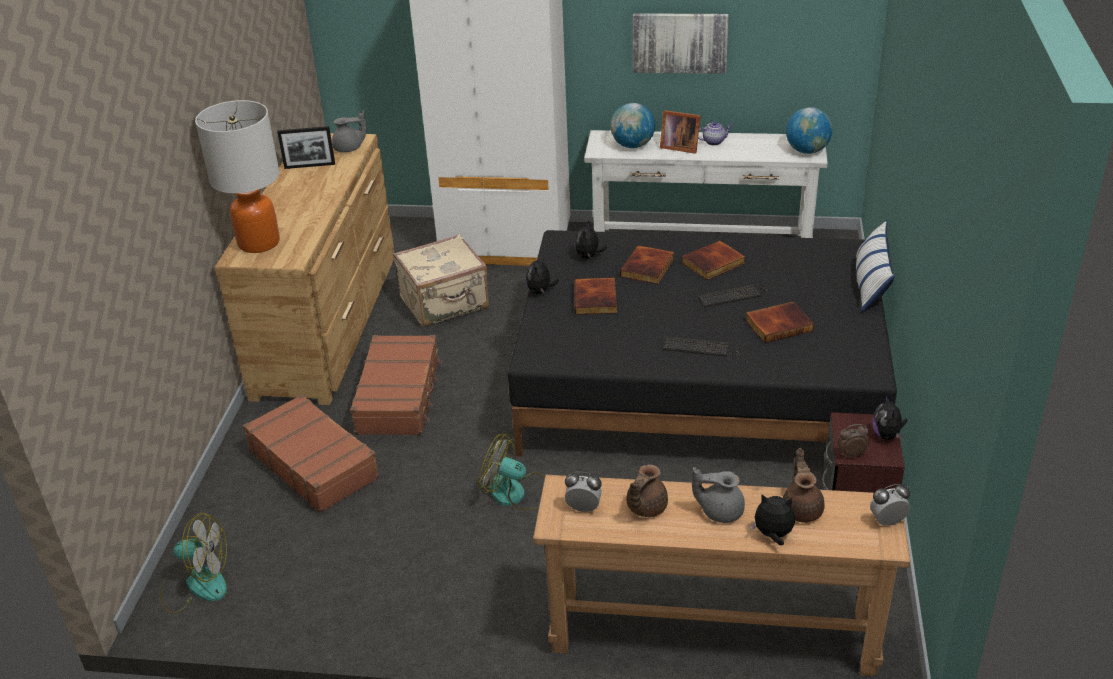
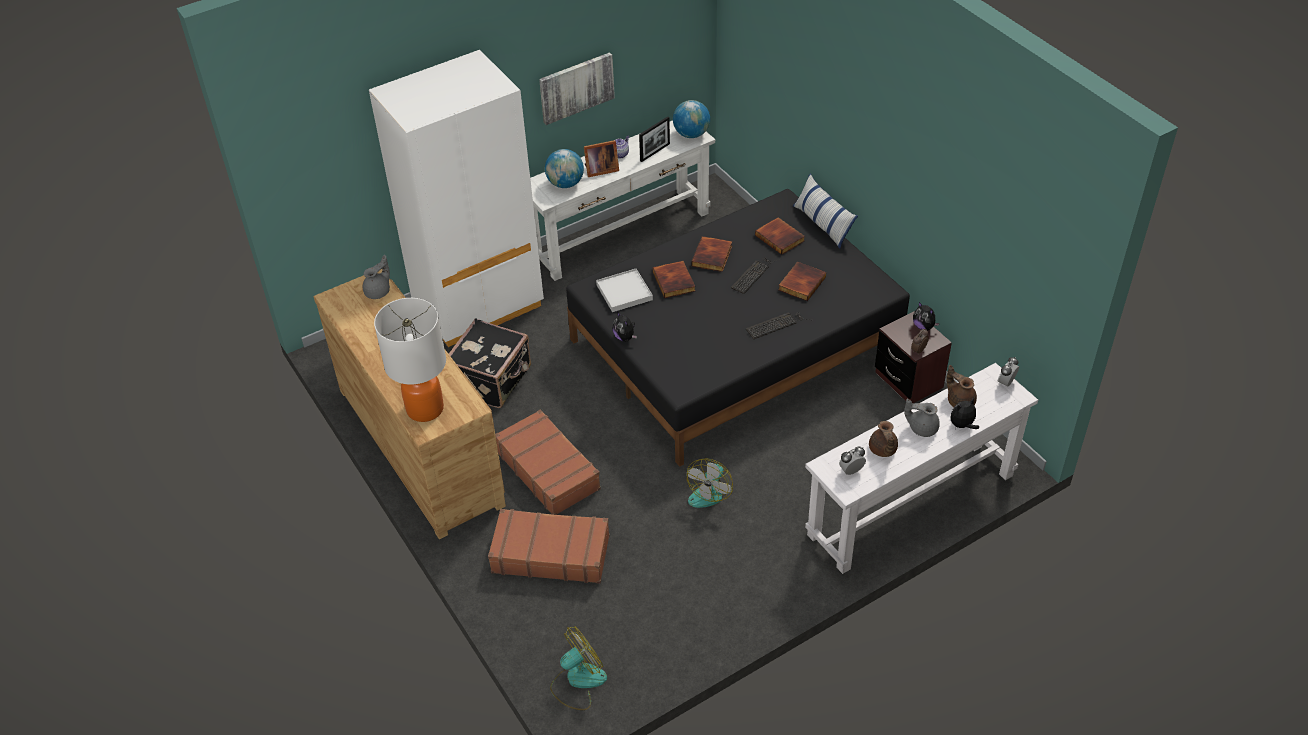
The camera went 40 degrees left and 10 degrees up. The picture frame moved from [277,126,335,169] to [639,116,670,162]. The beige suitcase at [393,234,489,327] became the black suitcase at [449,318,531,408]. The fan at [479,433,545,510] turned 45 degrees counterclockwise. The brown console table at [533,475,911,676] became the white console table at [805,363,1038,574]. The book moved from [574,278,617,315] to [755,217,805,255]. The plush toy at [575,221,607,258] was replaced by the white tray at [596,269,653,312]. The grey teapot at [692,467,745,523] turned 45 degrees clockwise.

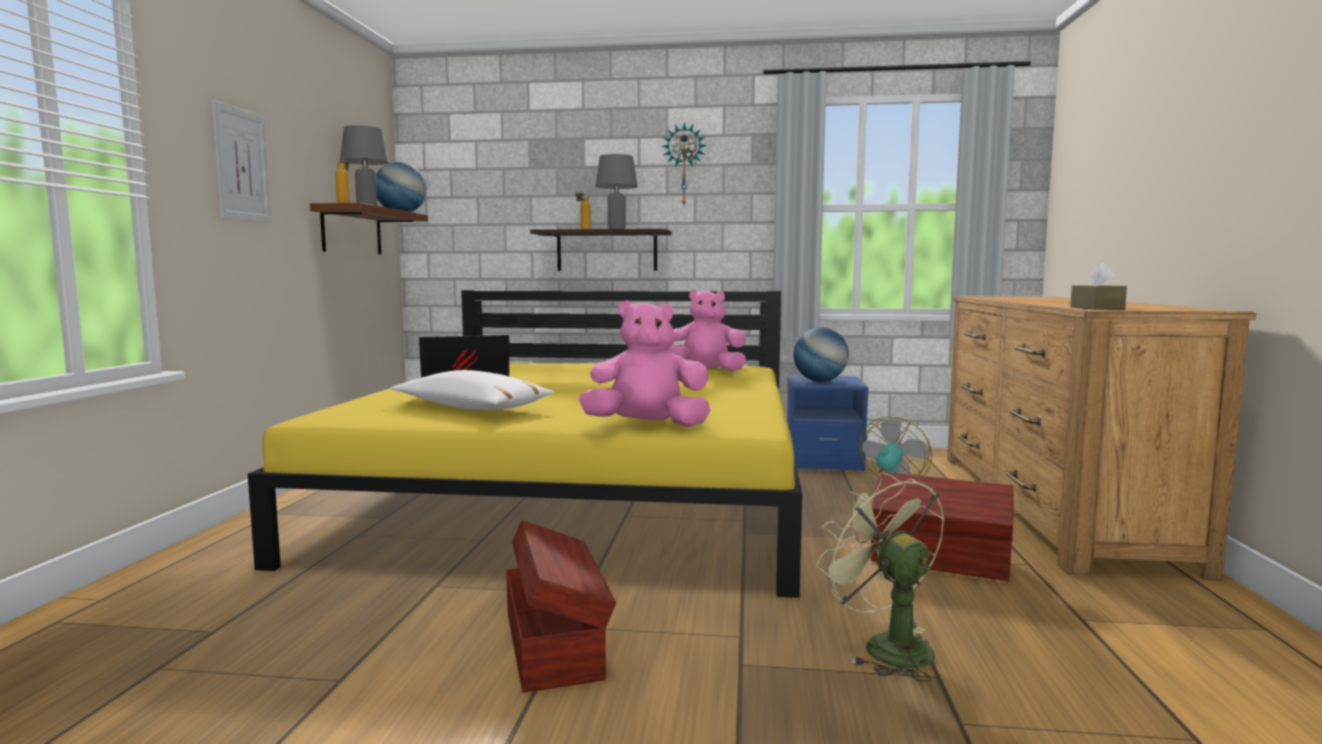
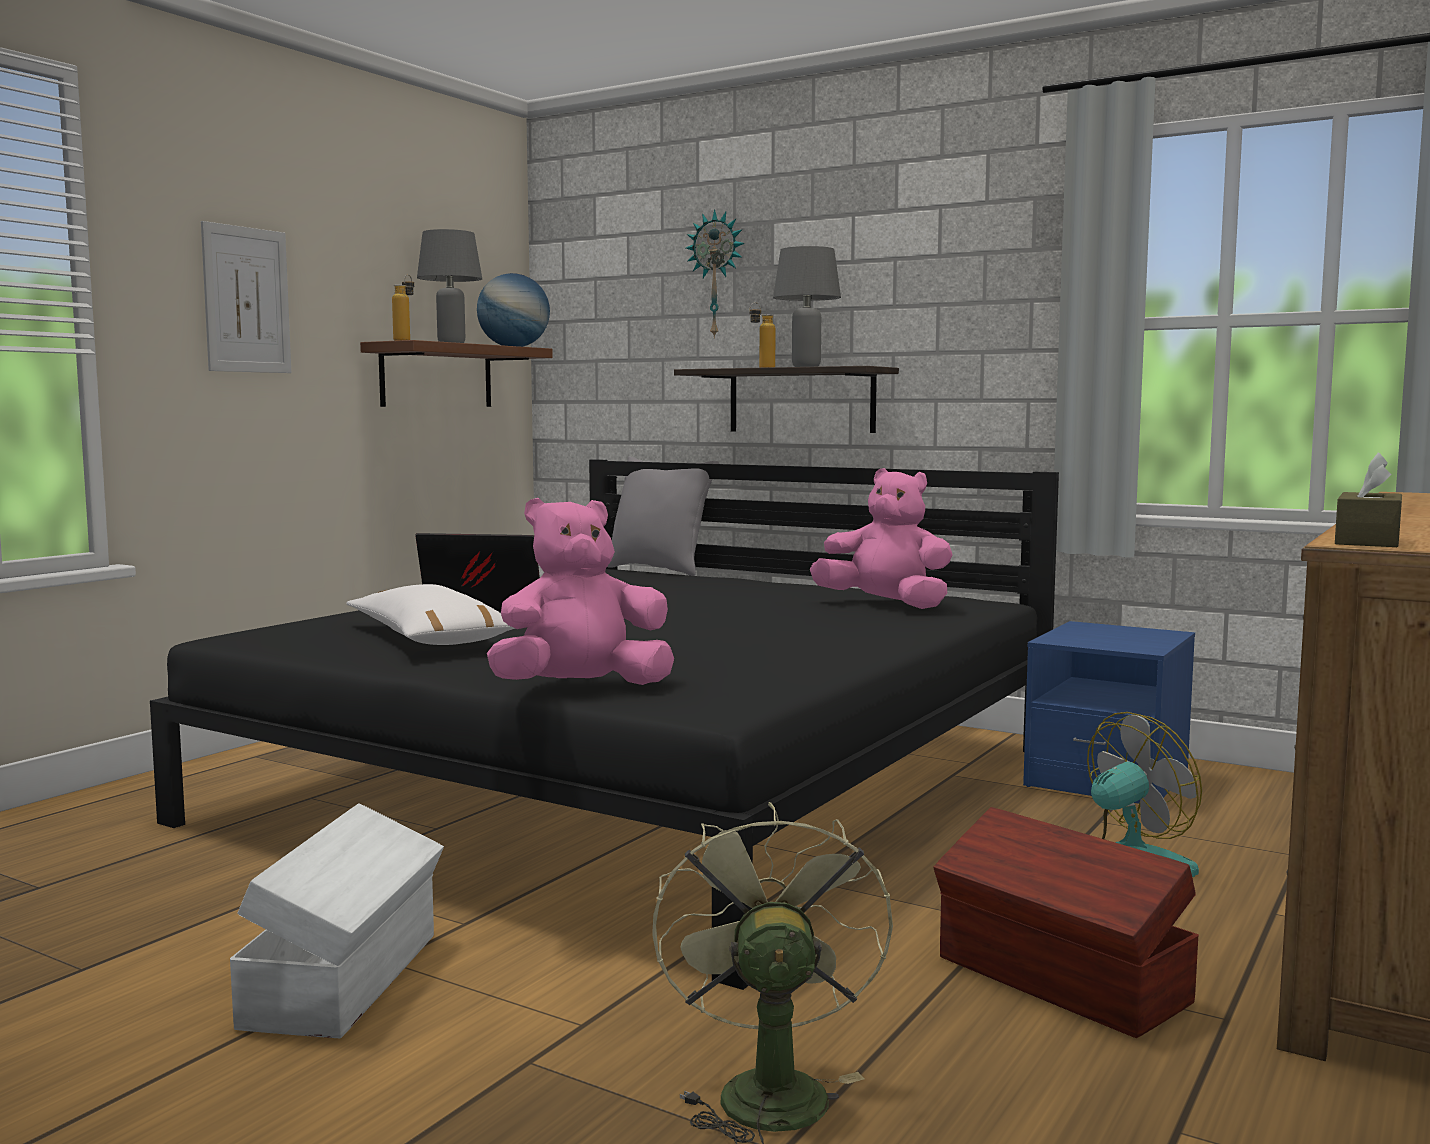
The camera went 25 degrees right and 0 degrees up. The yellow bed at [248,290,802,598] became the black bed at [150,459,1059,990]. The brown storage box at [506,520,616,693] became the white storage box at [230,803,444,1038]. The pink plush toy at [578,300,711,427] turned 45 degrees counterclockwise. The wall clock moved from [661,122,707,205] to [686,209,745,339]. The globe at [793,328,849,382] disappeared. The grey pillow at [607,457,720,576] appeared.

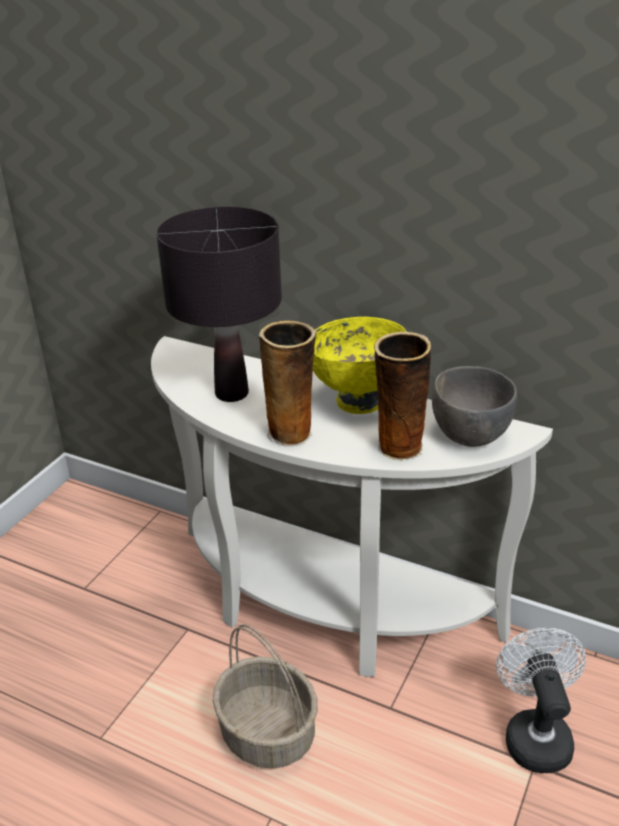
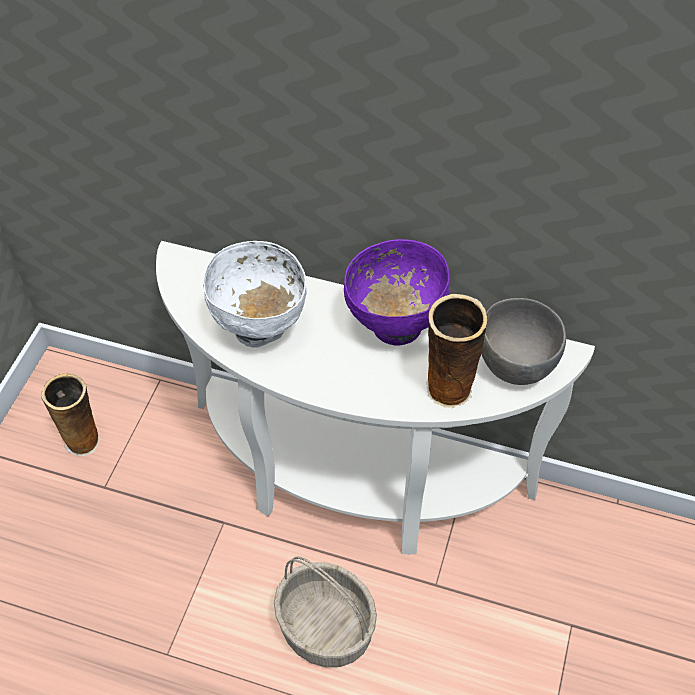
The camera went 10 degrees left and 20 degrees up. The black table lamp at [156,207,282,402] was replaced by the white bowl at [203,241,307,348]. The vase moved from [259,321,317,447] to [41,374,100,456]. The yellow bowl at [313,317,407,414] became the purple bowl at [344,239,449,346]. The white fan at [496,628,586,773] disappeared.

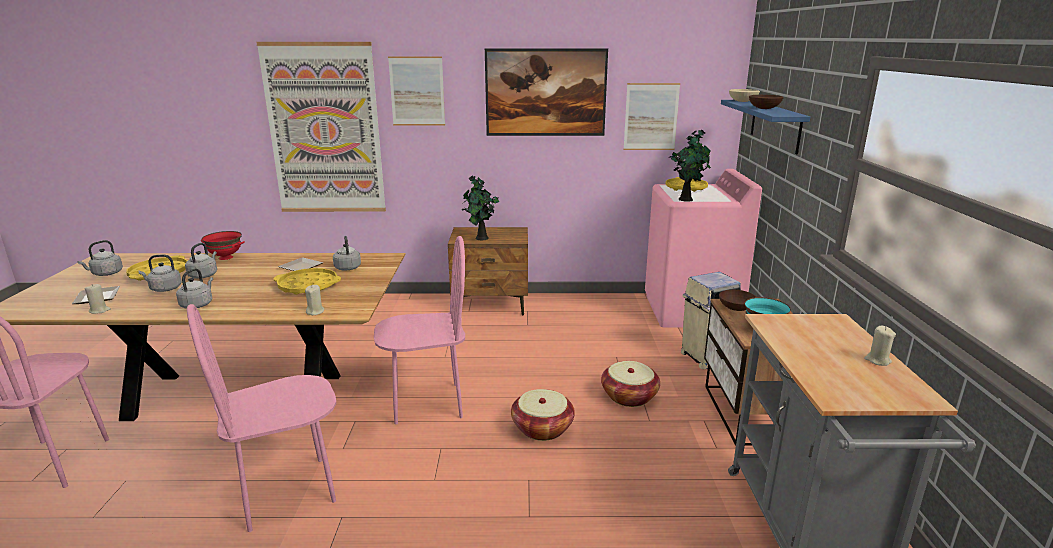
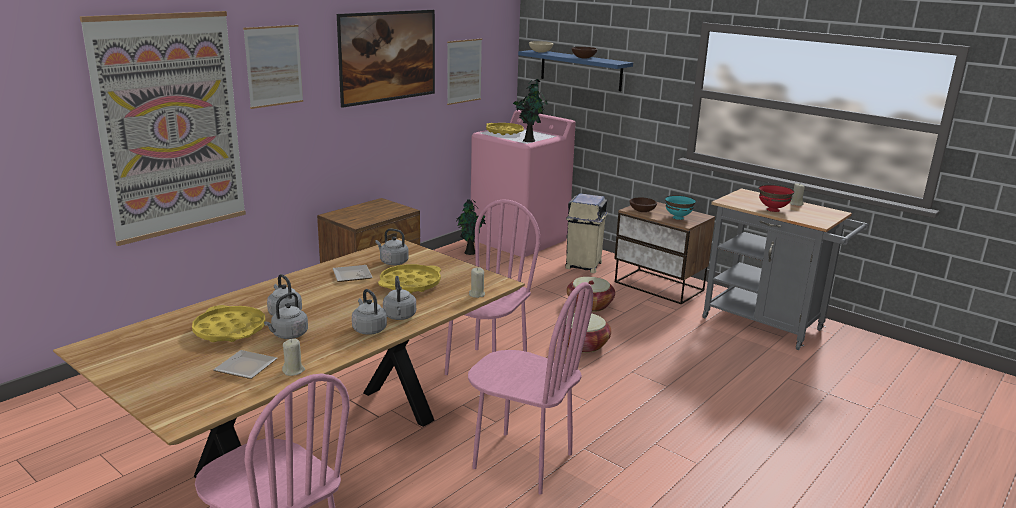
The camera went 50 degrees left and 0 degrees up. The grey kettle moved from [78,240,123,276] to [383,276,416,320]. The pink chair at [187,304,336,532] turned 75 degrees counterclockwise. The red bowl moved from [201,231,245,260] to [759,185,795,212]. The potted plant moved from [461,175,499,240] to [456,199,486,255].

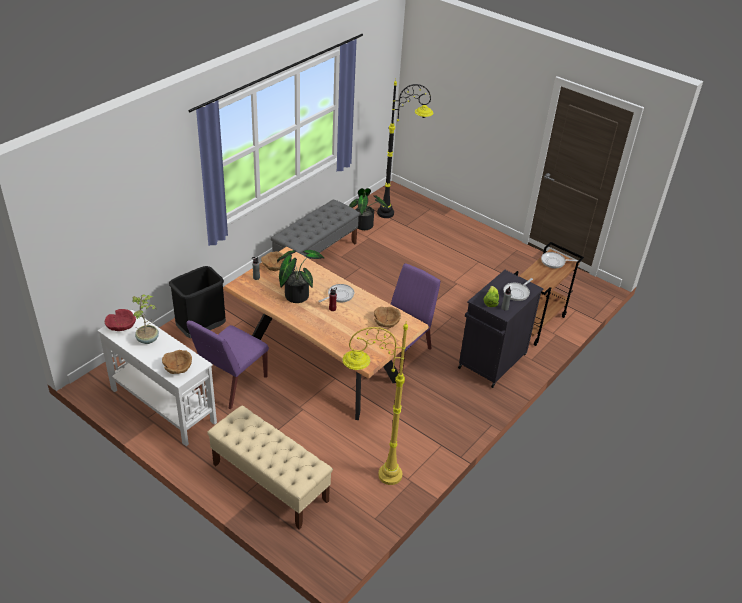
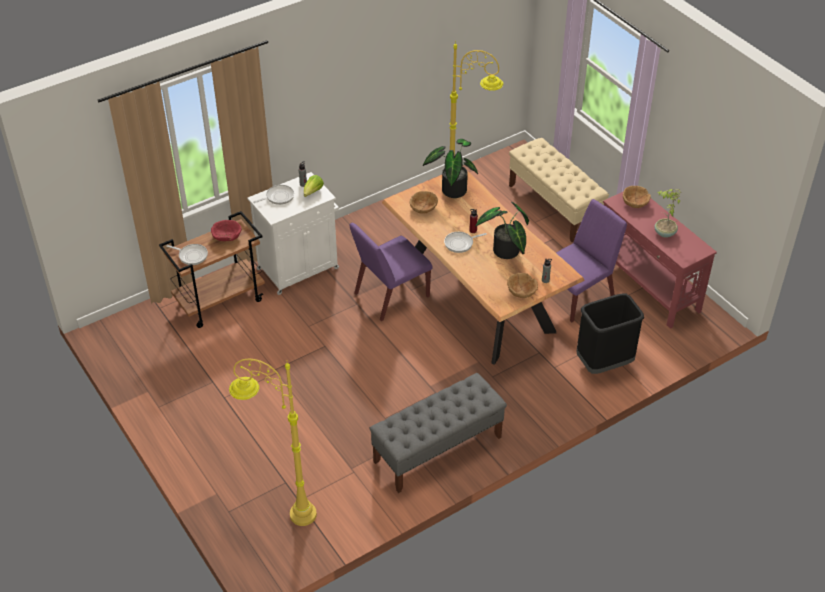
The camera went 160 degrees left and 5 degrees up. The white console table at [97,310,217,446] became the red console table at [603,192,717,329]. The red bowl moved from [105,309,136,331] to [211,220,242,241]. The potted plant moved from [349,188,390,230] to [423,139,478,198]. The black floor lamp at [377,78,433,218] became the yellow floor lamp at [229,359,317,526]. The black cabinet at [458,270,544,388] became the white cabinet at [247,172,339,295].

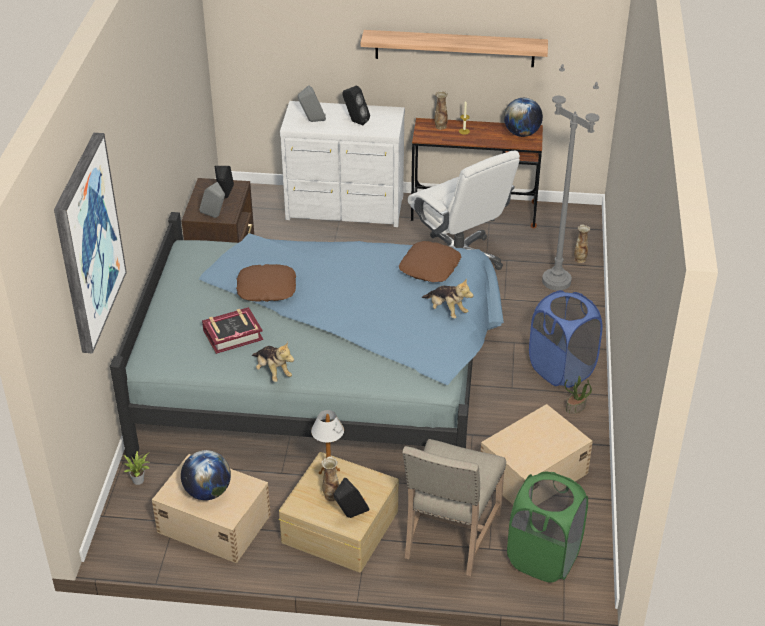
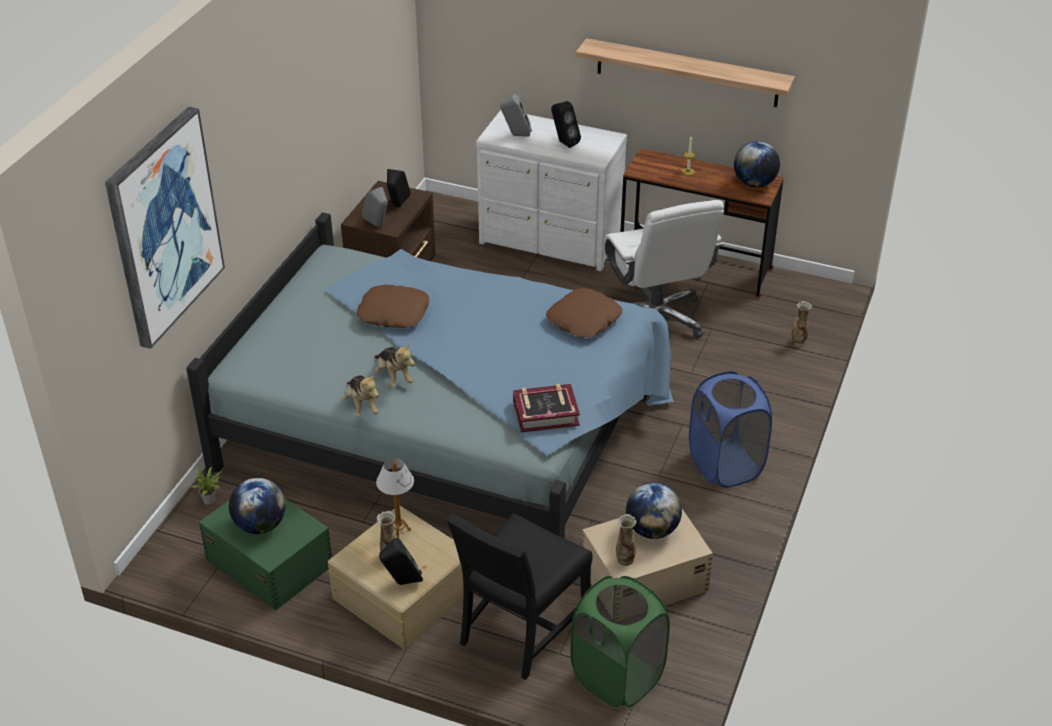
The camera went 15 degrees right and 0 degrees up. The beige storage box at [152,454,271,563] became the green storage box at [199,499,332,610]. The book moved from [202,307,263,354] to [513,384,580,432]. The beige chair at [402,439,506,576] became the black chair at [446,513,593,680]. The plush toy moved from [422,278,474,319] to [374,344,415,387]. The vase moved from [434,91,448,130] to [616,514,636,566]. The grey floor lamp at [542,64,599,291] disappeared. The potted plant at [565,376,592,414] disappeared. The globe at [626,482,682,539] appeared.

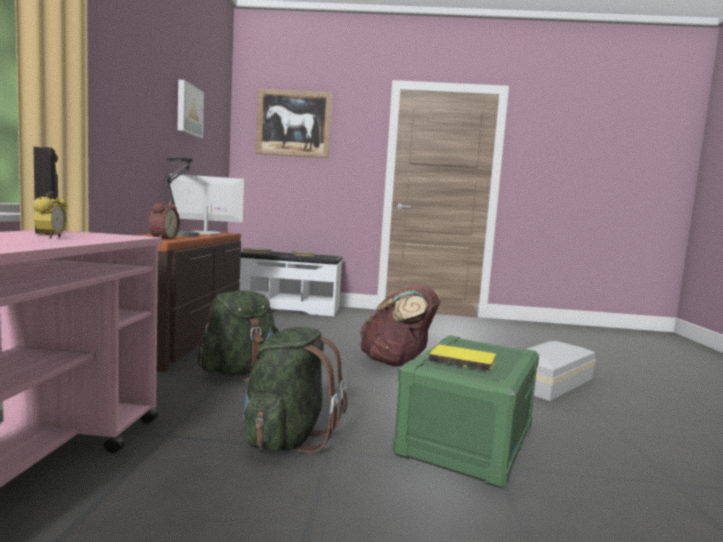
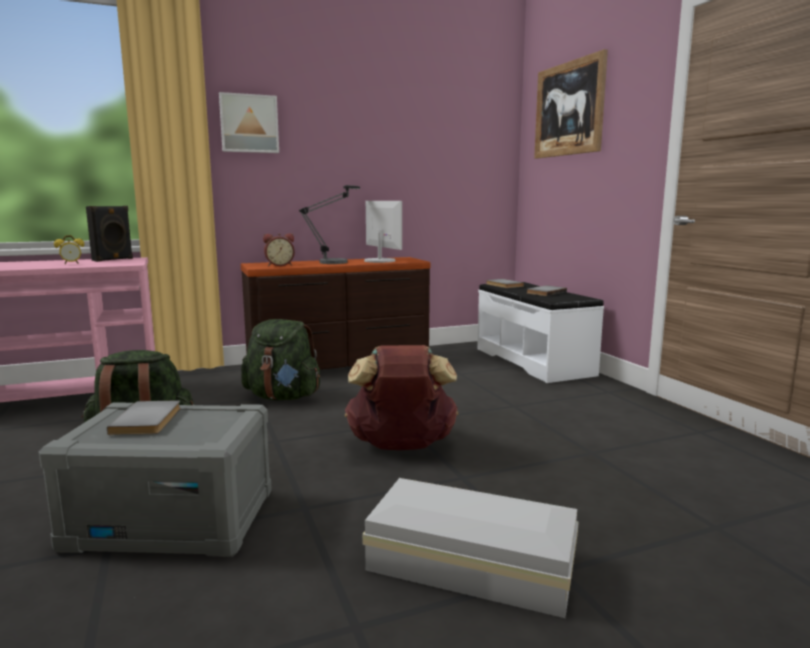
The camera went 65 degrees right and 5 degrees up. The picture moved from [177,80,204,138] to [219,92,279,153]. The green storage box at [393,335,539,489] became the grey storage box at [39,402,272,557]. The yellow book at [428,344,496,372] became the grey book at [107,400,181,435].

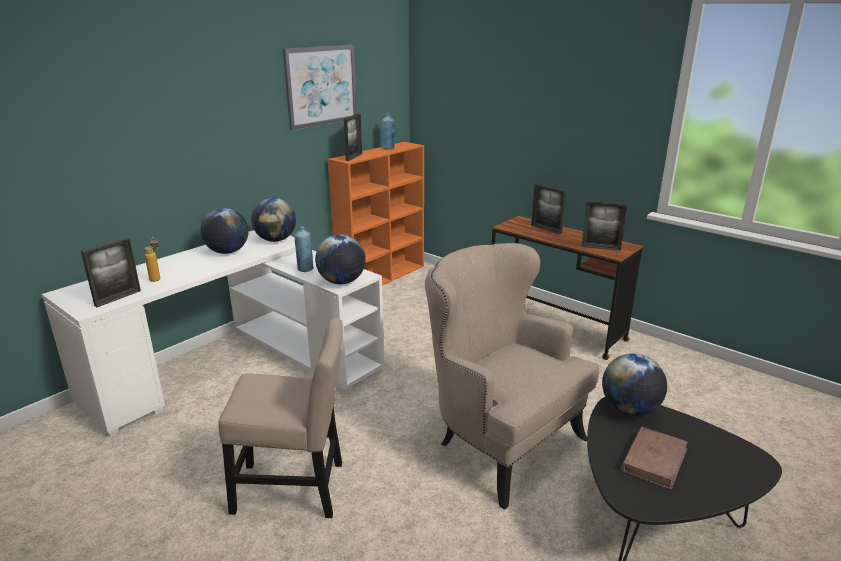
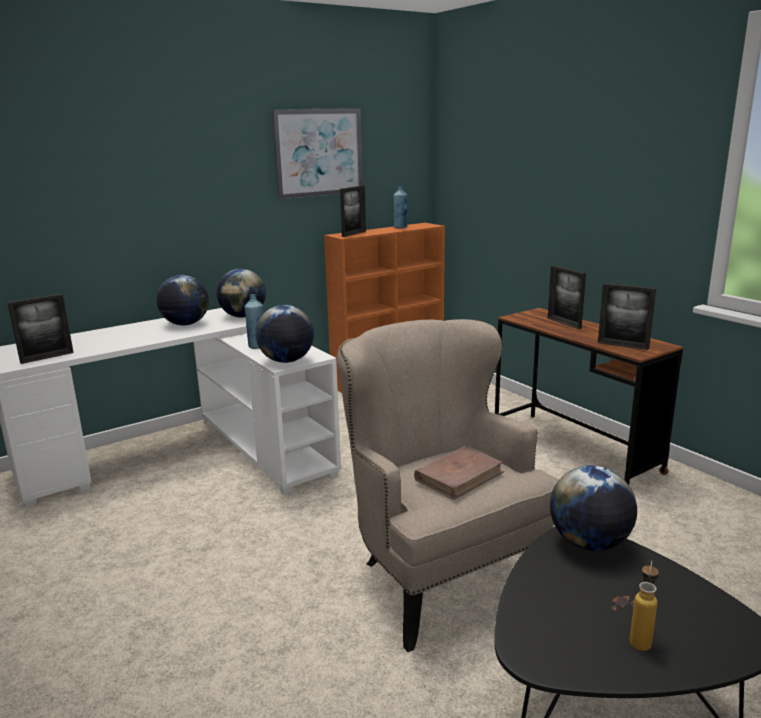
The camera went 15 degrees right and 5 degrees down. The bottle moved from [145,237,160,282] to [630,561,659,651]. The beige chair at [218,317,343,518] disappeared. The brown book moved from [621,427,688,490] to [414,446,504,500].

